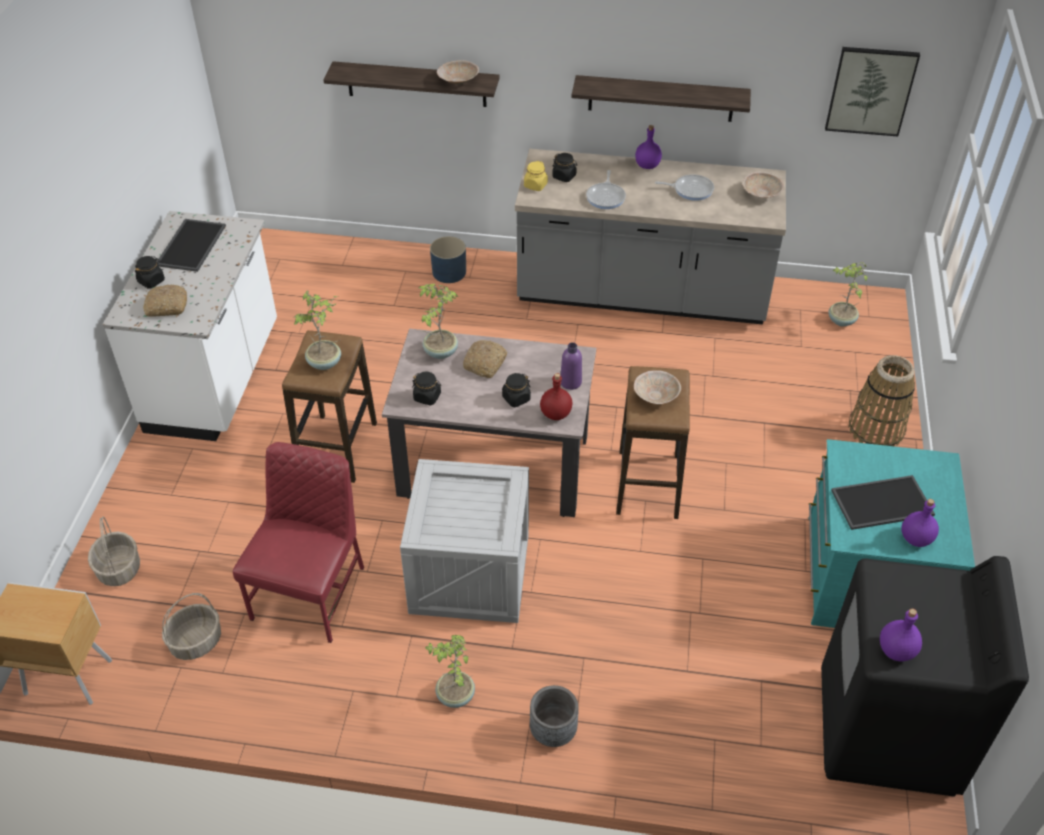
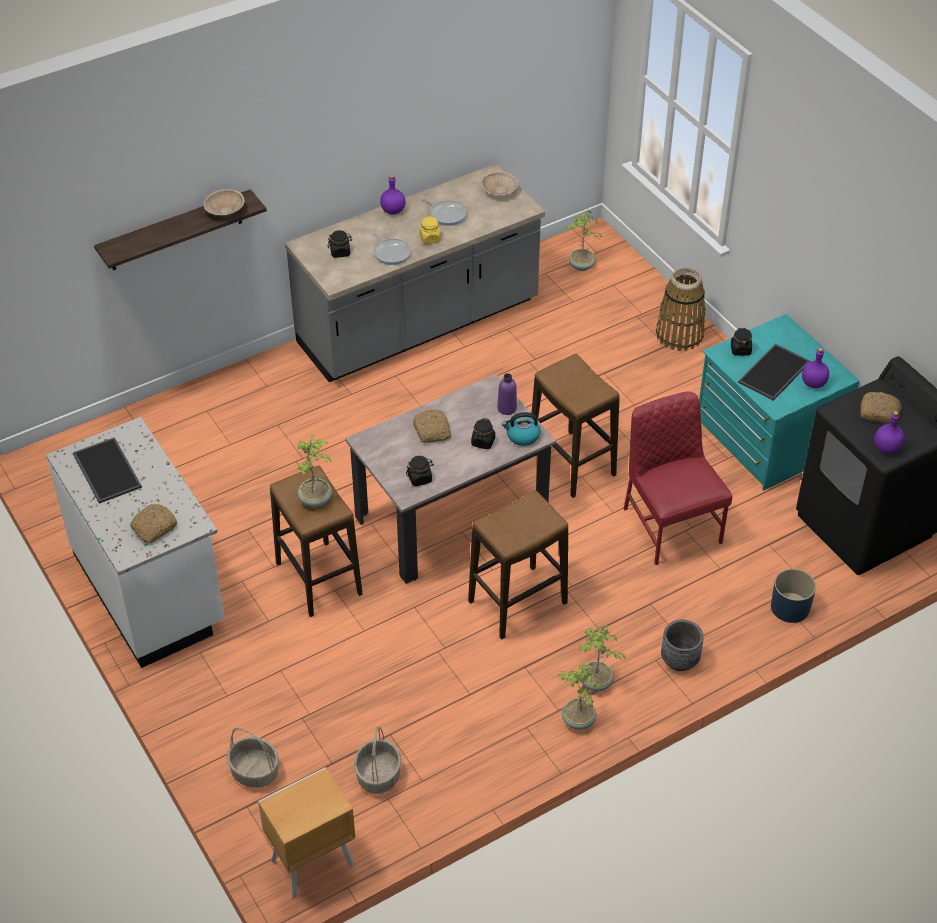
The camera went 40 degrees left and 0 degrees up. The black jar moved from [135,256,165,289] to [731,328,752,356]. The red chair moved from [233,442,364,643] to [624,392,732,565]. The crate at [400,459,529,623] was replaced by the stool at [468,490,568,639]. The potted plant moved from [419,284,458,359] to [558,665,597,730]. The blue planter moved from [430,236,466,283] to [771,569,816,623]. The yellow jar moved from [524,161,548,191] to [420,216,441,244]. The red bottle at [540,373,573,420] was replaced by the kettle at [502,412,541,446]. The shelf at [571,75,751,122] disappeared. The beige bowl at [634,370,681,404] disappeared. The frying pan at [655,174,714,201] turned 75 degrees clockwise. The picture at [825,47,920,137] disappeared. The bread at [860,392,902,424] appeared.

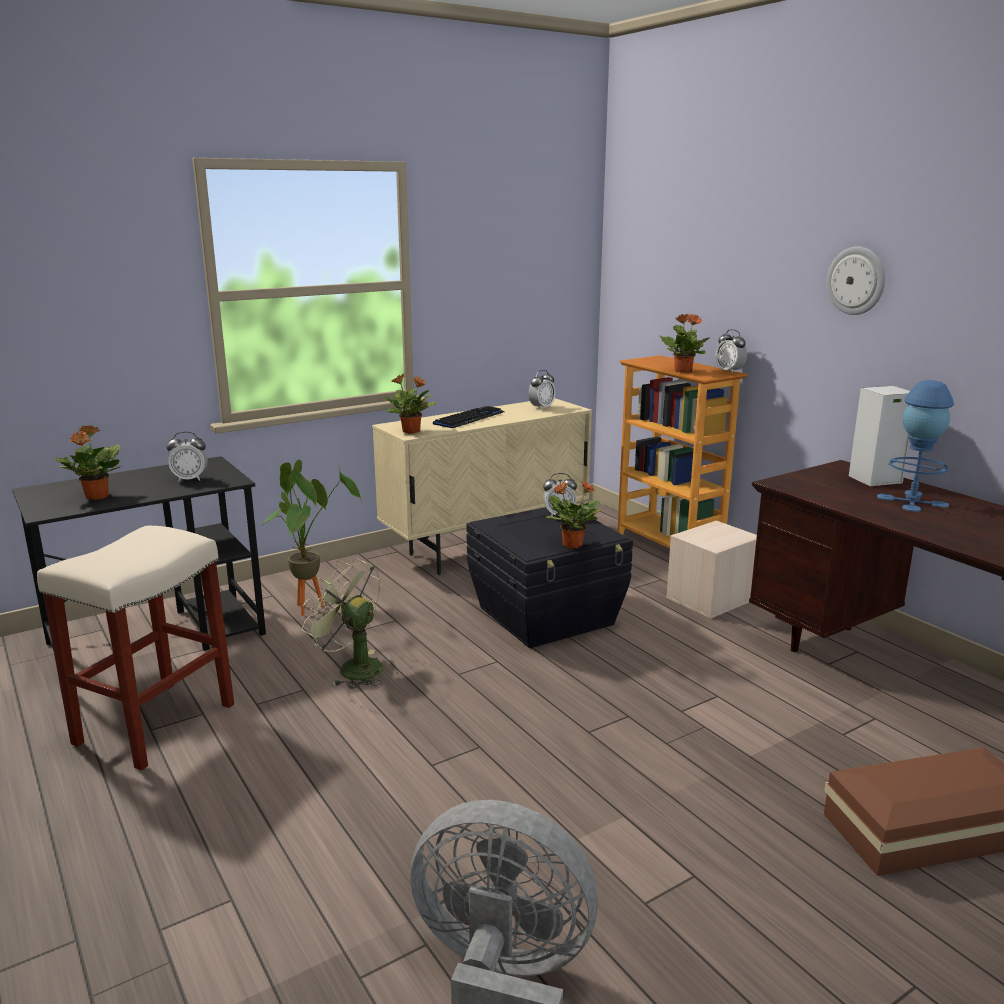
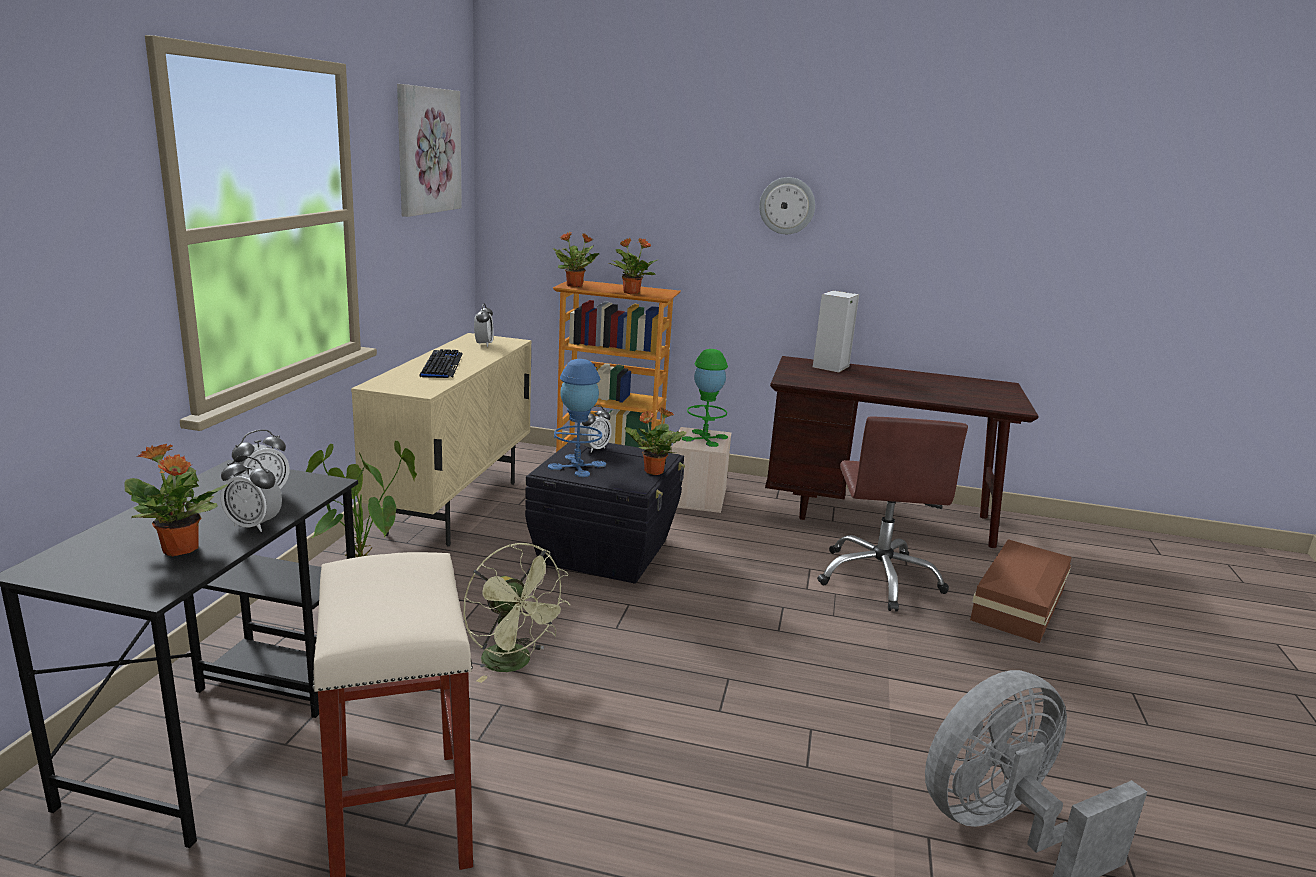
The camera went 45 degrees left and 0 degrees up. The green fan at [302,558,383,689] turned 120 degrees counterclockwise. The potted plant moved from [383,373,437,434] to [553,232,599,287]. The alarm clock moved from [716,329,747,374] to [220,456,282,532]. The blue table lamp moved from [877,380,954,512] to [548,359,606,477]. The picture at [397,84,462,217] appeared. The green table lamp at [682,349,728,447] appeared. The brown office chair at [818,417,968,611] appeared.

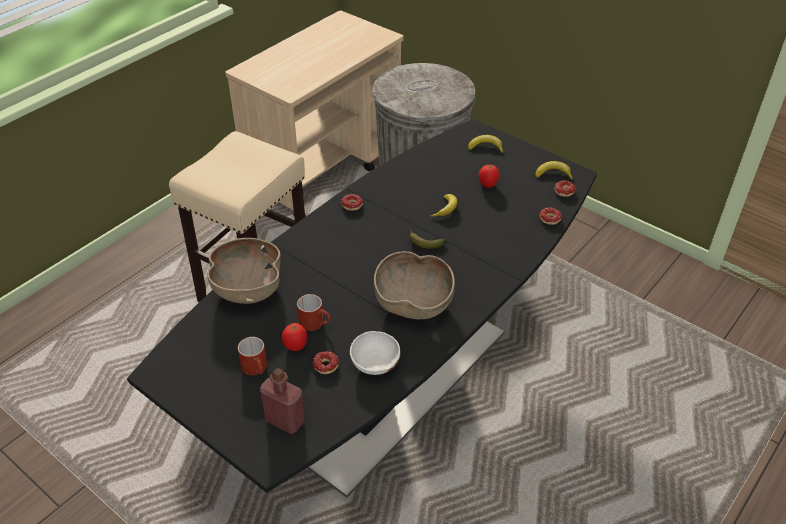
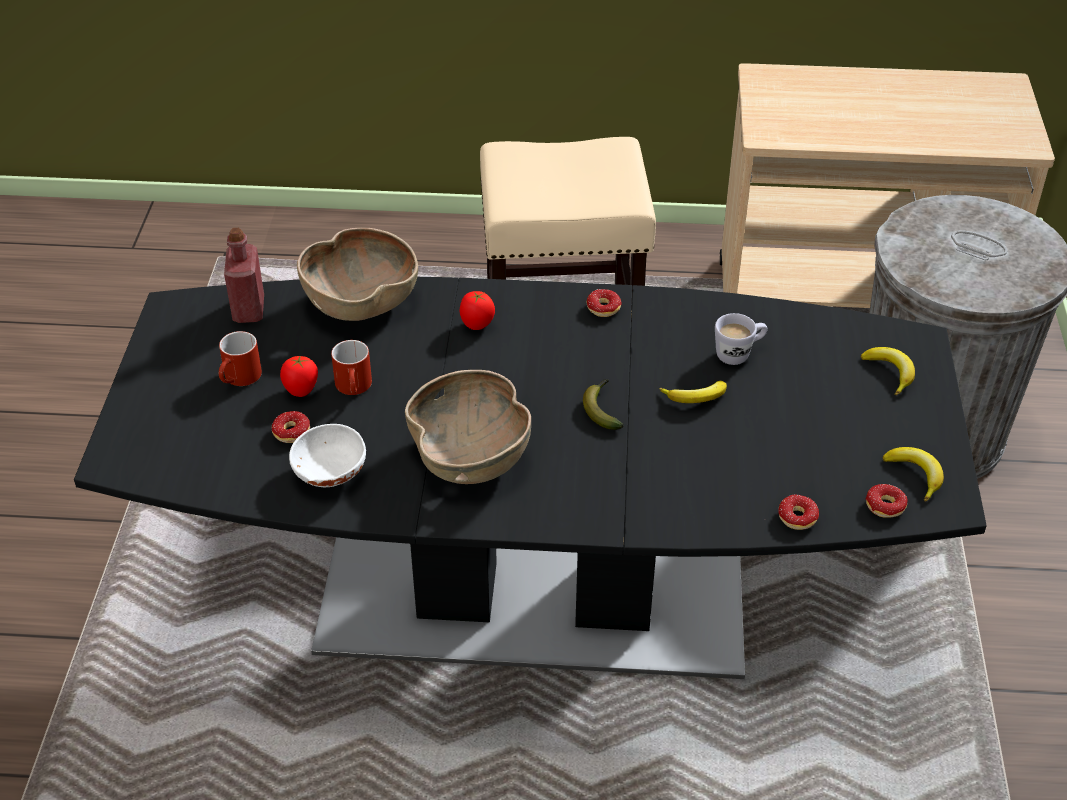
The camera went 55 degrees right and 0 degrees up. The red bottle moved from [260,368,304,434] to [224,228,264,323]. The tomato moved from [479,164,499,188] to [460,291,495,330]. The white mug at [715,313,768,365] appeared.

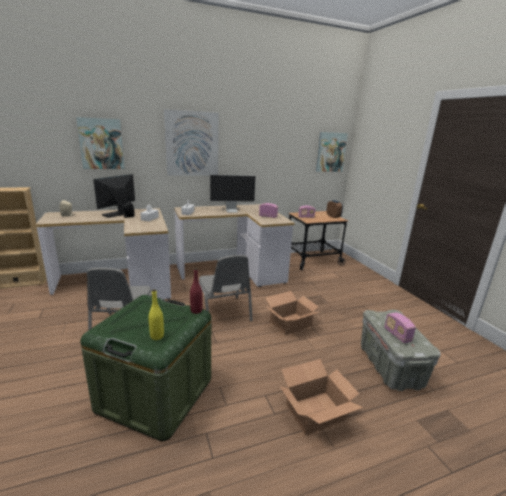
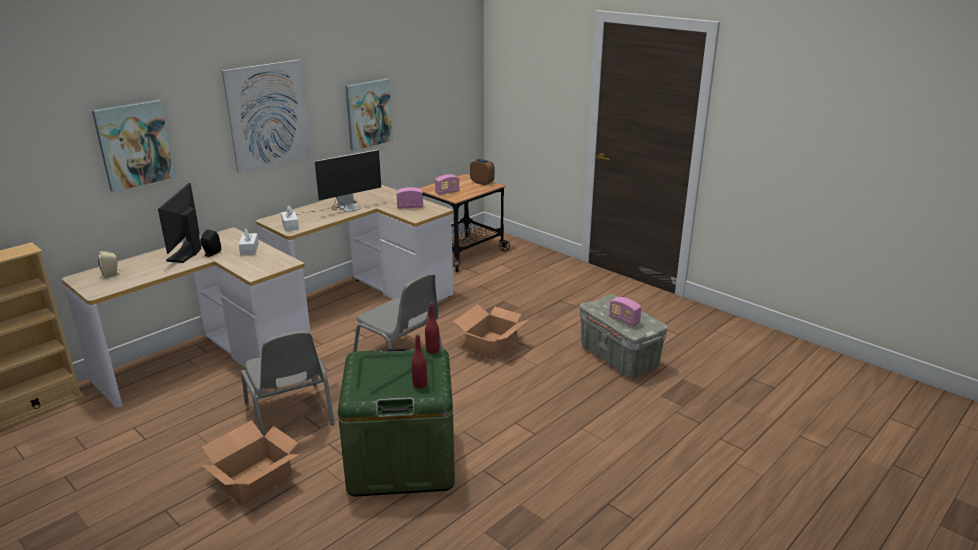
The camera went 25 degrees left and 5 degrees up. The yellow bottle at [149,289,164,340] became the red bottle at [411,334,427,389]. The cardboard box moved from [280,359,363,435] to [201,420,300,506]. The picture moved from [316,132,348,172] to [345,78,393,151].

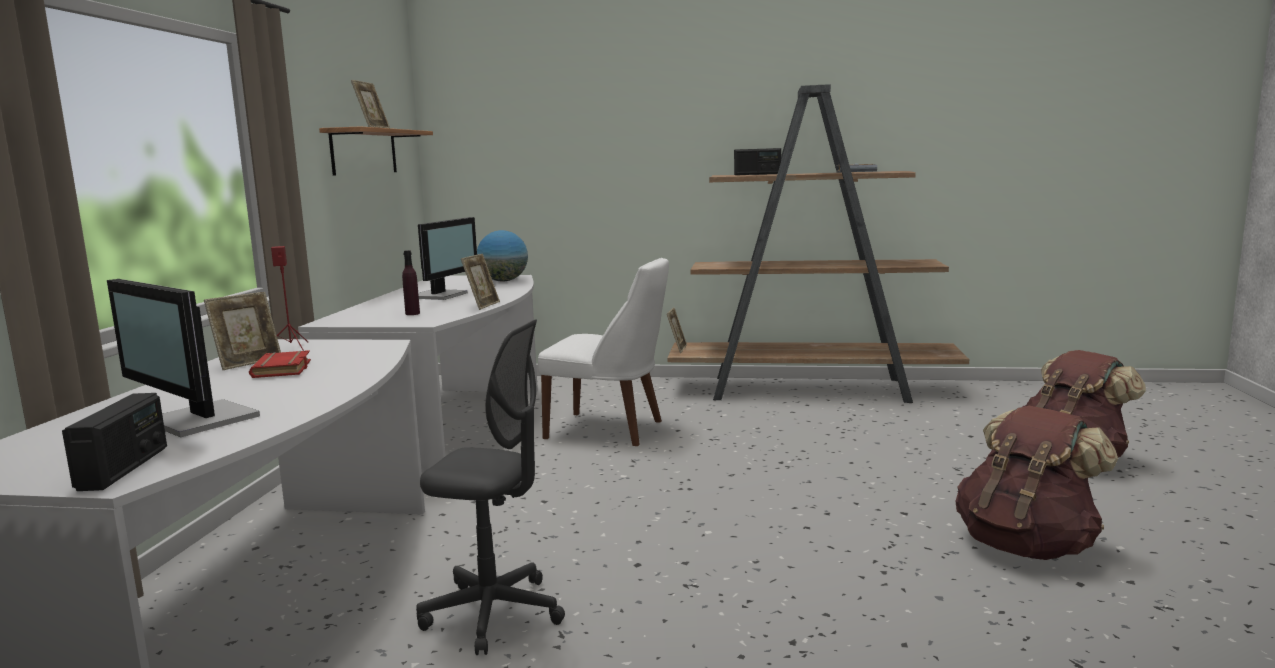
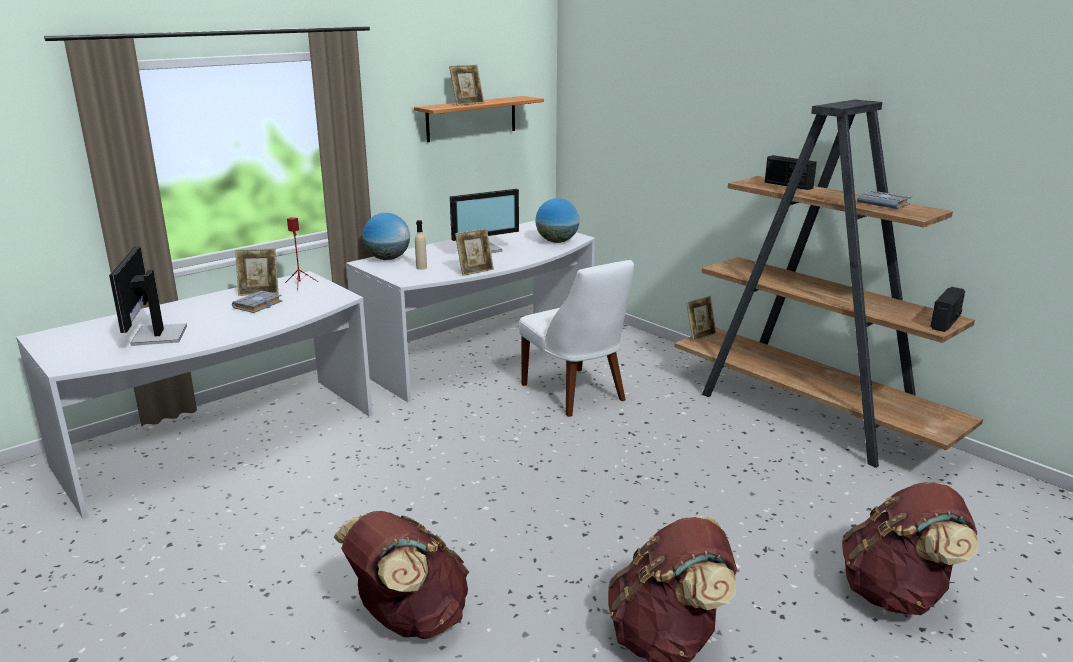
The camera went 40 degrees right and 10 degrees up. The radio moved from [62,393,167,491] to [930,287,965,332]. The red book at [249,350,311,378] became the grey book at [232,291,282,313]. The purple bottle at [402,250,420,315] became the beige bottle at [415,220,427,270]. The grey office chair at [416,320,565,655] disappeared. The brown backpack at [334,511,469,639] appeared. The globe at [362,213,410,260] appeared.

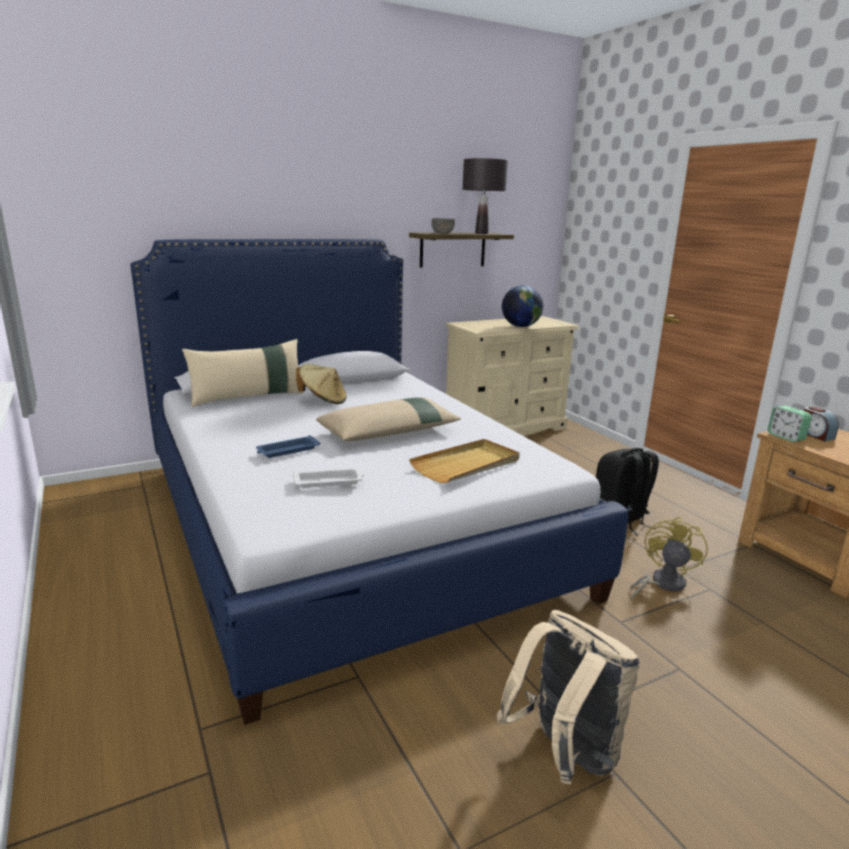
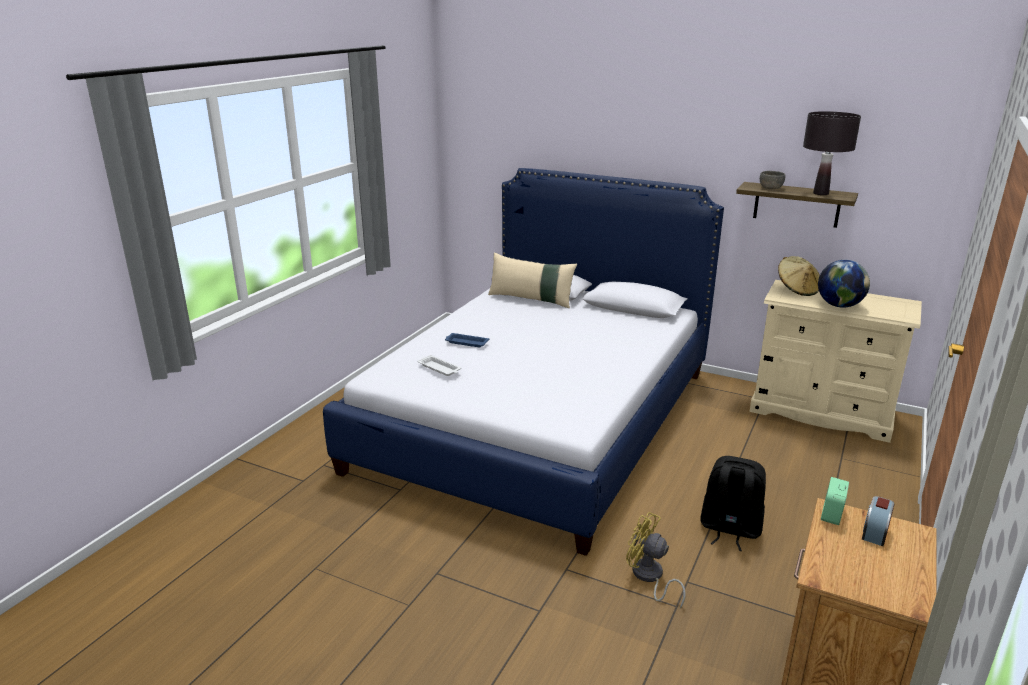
The camera went 55 degrees right and 5 degrees up. The beige hat moved from [296,364,347,404] to [778,256,820,296]. The beige pillow at [316,397,461,441] disappeared. The beige tray at [409,439,520,483] disappeared. The beige backpack at [496,610,640,784] disappeared. The yellow fan at [631,517,708,600] turned 135 degrees counterclockwise.

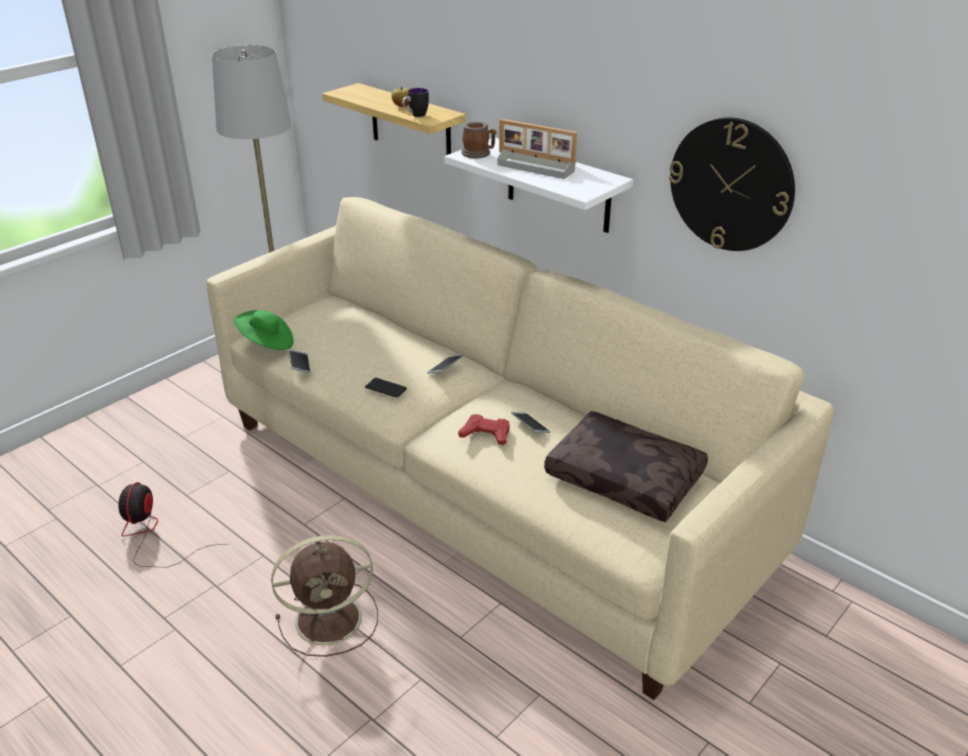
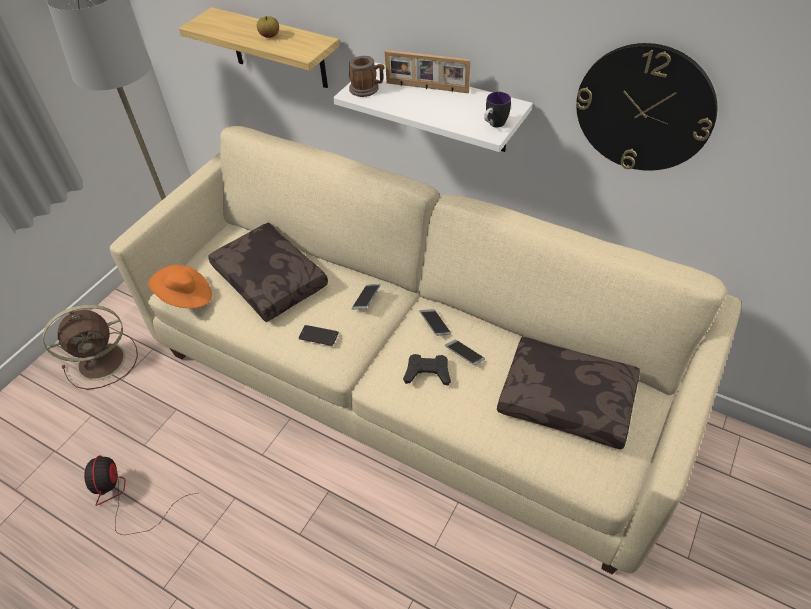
The camera went 10 degrees left and 15 degrees up. The green hat at [233,310,294,350] became the orange hat at [148,265,212,308]. The brown fan moved from [271,535,378,657] to [43,305,138,390]. The phone moved from [289,349,311,373] to [419,309,451,336]. The mug moved from [402,88,429,117] to [484,92,511,127]. The red game controller at [458,414,509,445] became the black game controller at [403,354,451,385]. The grey tray at [497,149,575,179] disappeared. The brown pillow at [208,222,328,322] appeared.

